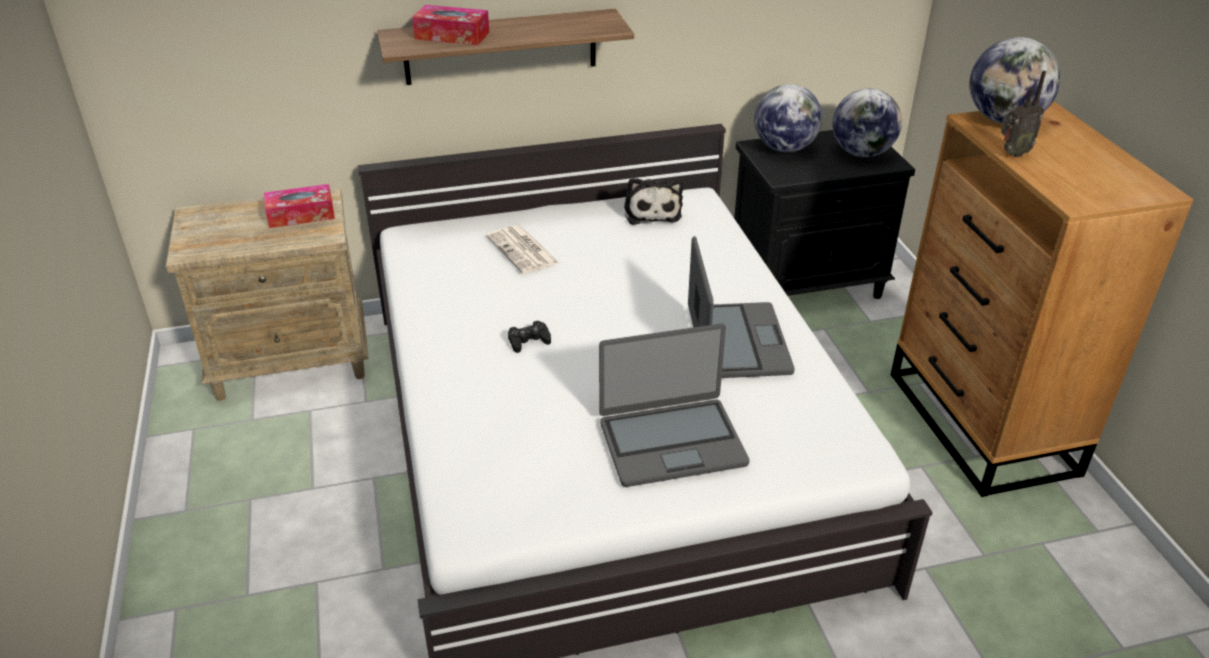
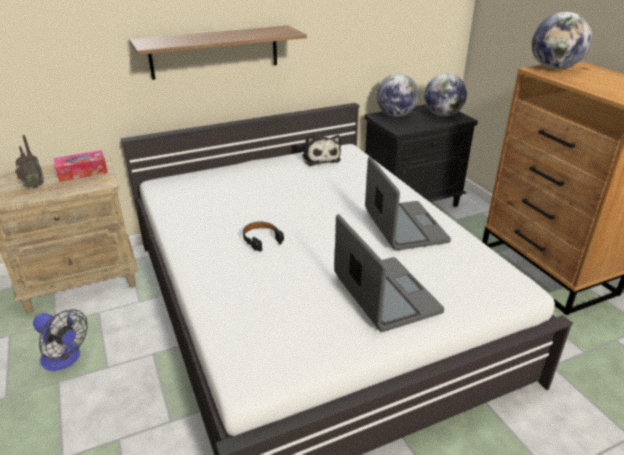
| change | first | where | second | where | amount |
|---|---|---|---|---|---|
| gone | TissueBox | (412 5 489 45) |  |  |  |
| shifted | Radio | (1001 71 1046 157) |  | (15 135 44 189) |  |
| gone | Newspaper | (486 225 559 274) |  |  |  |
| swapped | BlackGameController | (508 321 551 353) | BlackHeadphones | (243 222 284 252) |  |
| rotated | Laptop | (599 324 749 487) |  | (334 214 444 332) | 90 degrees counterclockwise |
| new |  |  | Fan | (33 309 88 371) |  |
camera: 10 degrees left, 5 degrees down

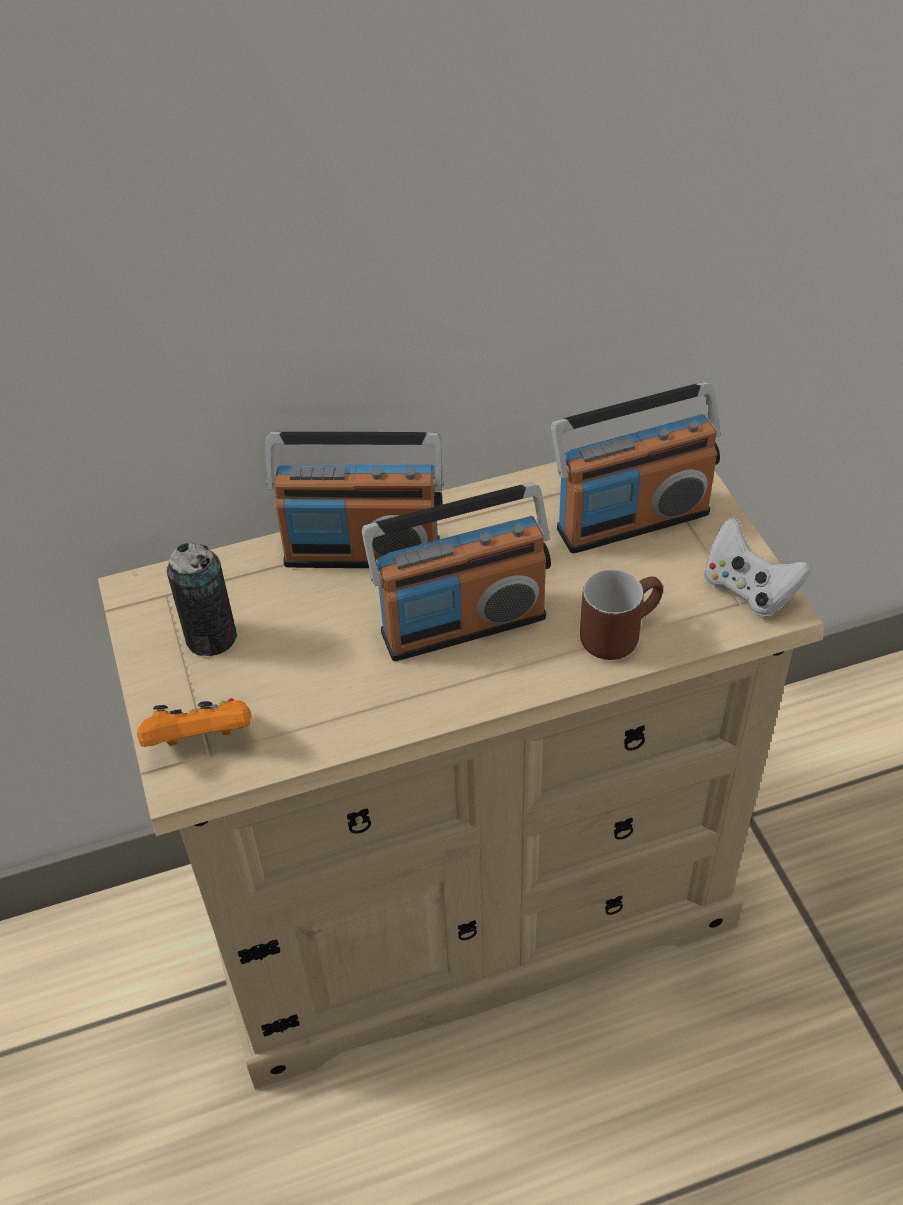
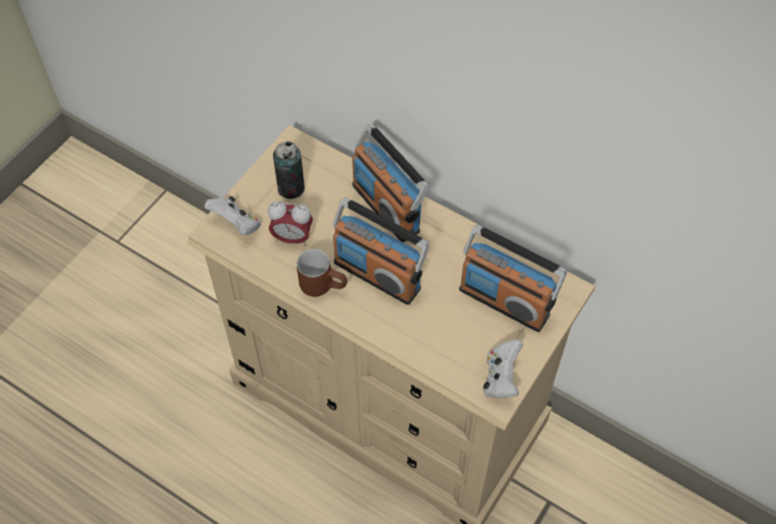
| change | first | where | second | where | amount |
|---|---|---|---|---|---|
| shifted | BrownMug | (580 569 663 660) |  | (297 249 347 297) |  |
| repainted | OrangeGameController | (137 698 251 747) | WhiteGameController | (204 196 261 235) |  |
| new |  |  | AlarmClock | (268 202 313 246) |  |
camera: 50 degrees right, 10 degrees up

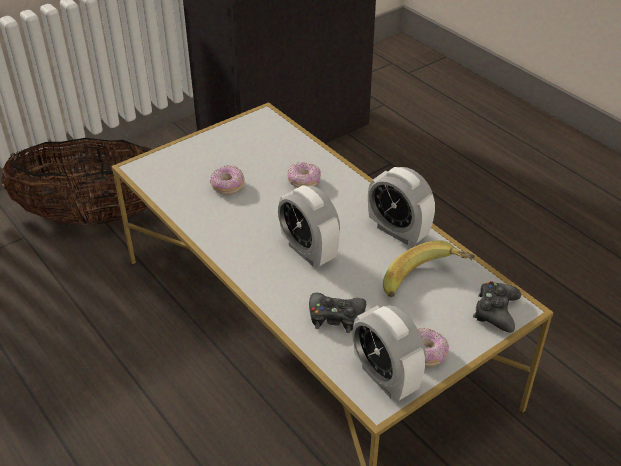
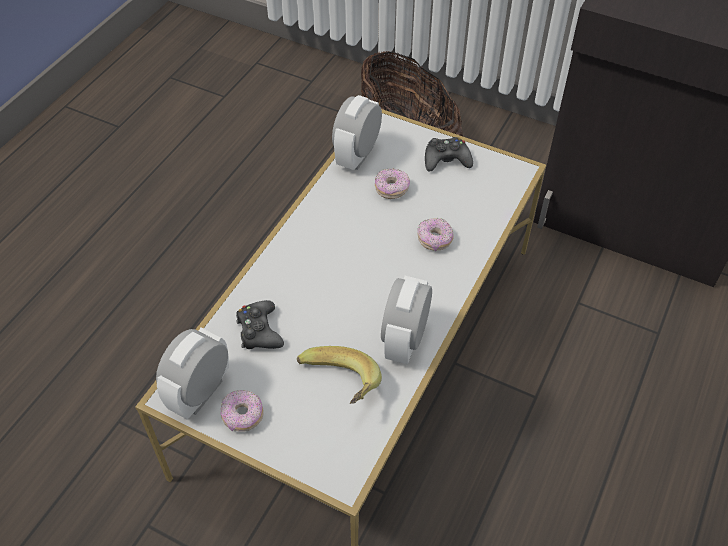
| change | first | where | second | where | amount |
|---|---|---|---|---|---|
| shifted | AlarmClock | (278 185 340 267) |  | (332 95 382 170) |  |
| shifted | BlackGameController | (473 281 521 333) |  | (425 137 473 171) |  |
camera: 65 degrees right, 10 degrees up

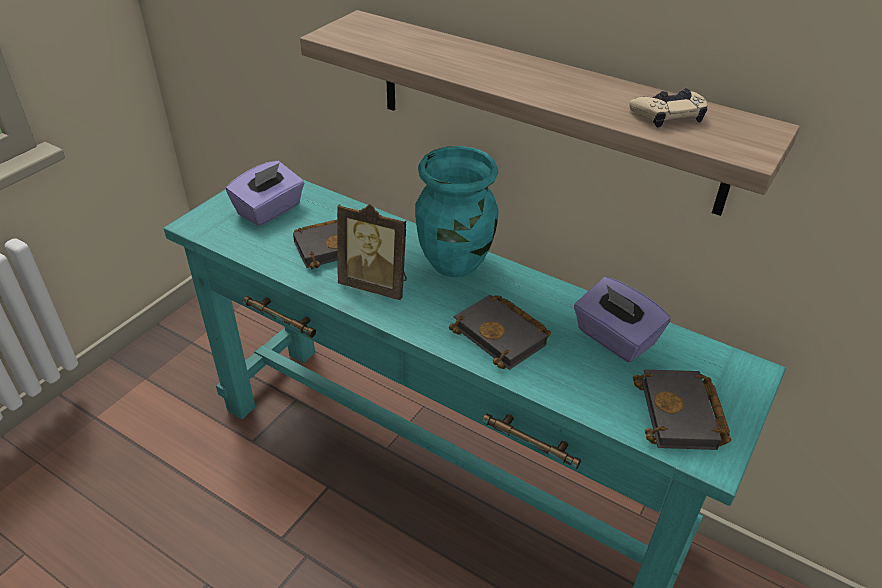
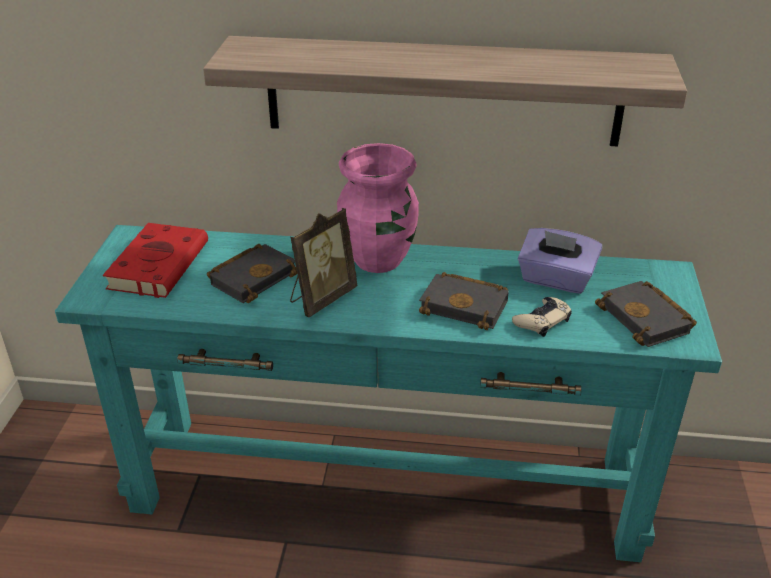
| change | first | where | second | where | amount |
|---|---|---|---|---|---|
| shifted | BeigeGameController | (629 88 707 128) |  | (512 297 572 337) |  |
| repainted | TurquoiseVase | (415 146 499 277) | PinkVase | (337 143 419 273) |  |
| swapped | PurpleTissueBox | (226 161 304 226) | RedBook | (103 223 208 298) |  |
| rotated | PictureFrame | (337 204 407 300) |  | (290 208 357 317) | 45 degrees counterclockwise |
camera: 25 degrees left, 5 degrees down

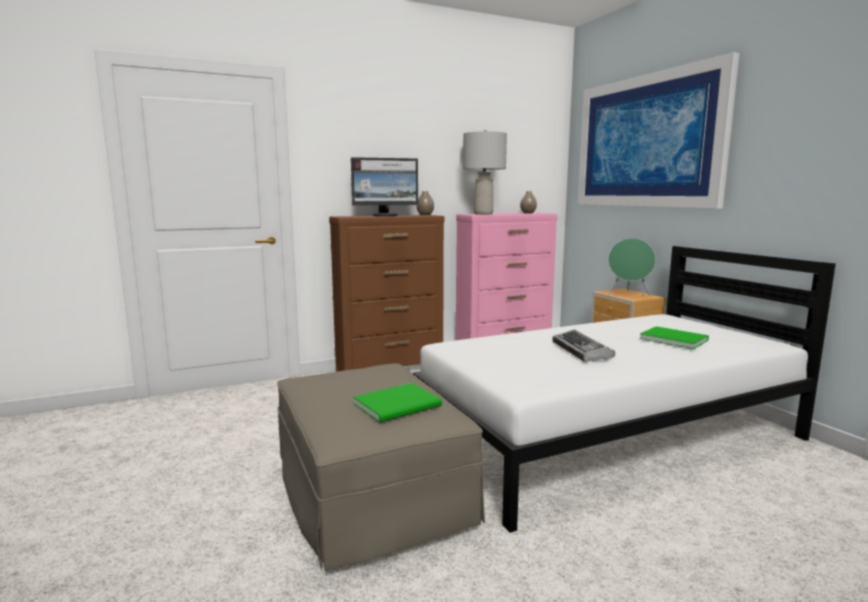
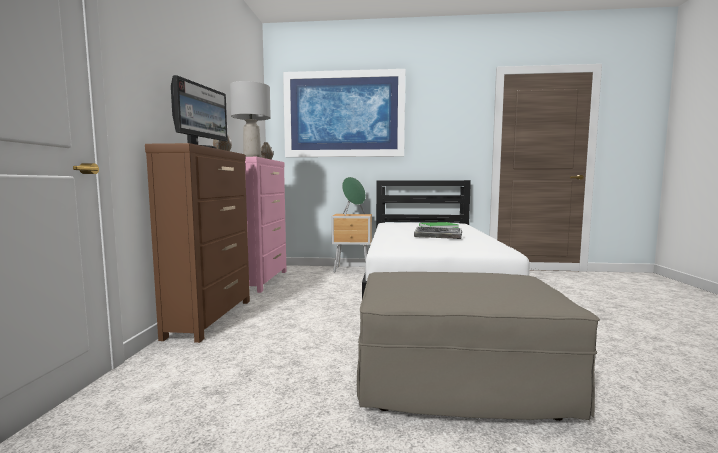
| change | first | where | second | where | amount |
|---|---|---|---|---|---|
| gone | GreenBook | (353 383 442 423) |  |  |  |
camera: 60 degrees left, 5 degrees down

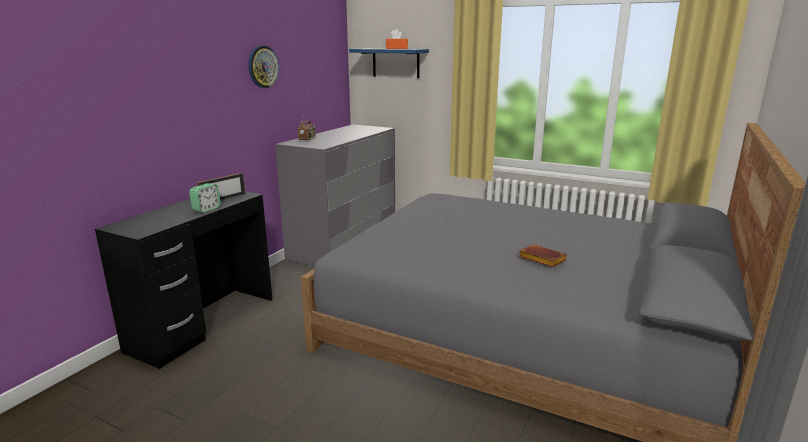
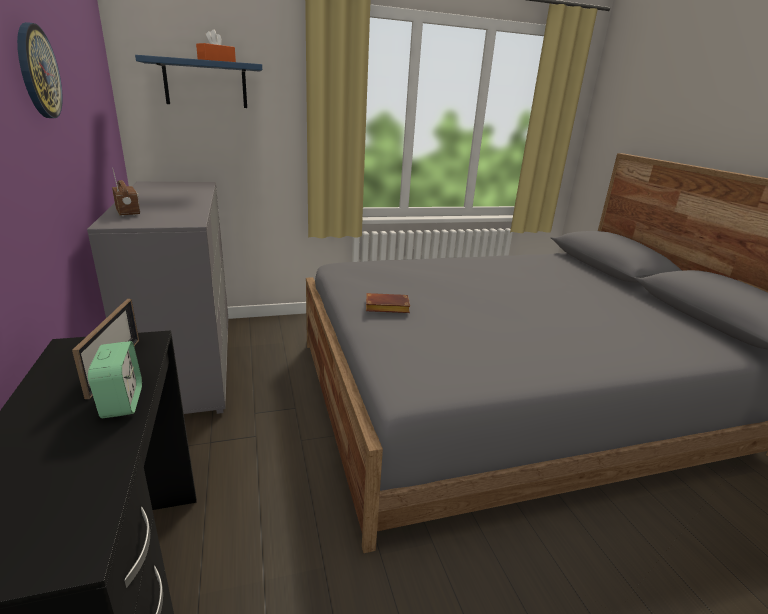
| change | first | where | second | where | amount |
|---|---|---|---|---|---|
| shifted | BrownBook | (518 244 567 267) |  | (366 293 410 313) |  |
camera: 45 degrees left, 5 degrees up

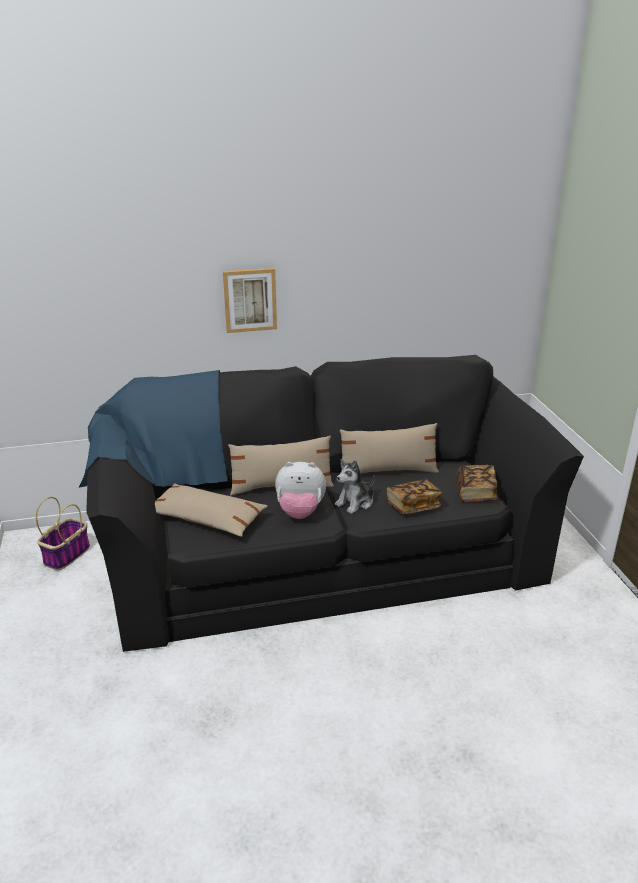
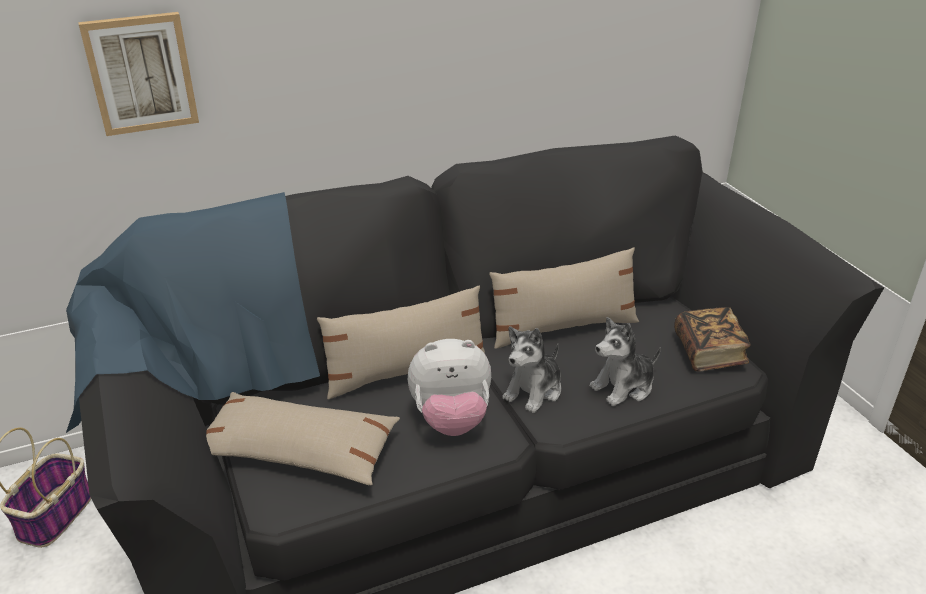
| change | first | where | second | where | amount |
|---|---|---|---|---|---|
| shifted | Picture | (223 268 277 333) |  | (78 12 199 136) |  |
| swapped | Book | (386 479 442 514) | PlushToy | (590 317 661 406) |  |
camera: 10 degrees left, 5 degrees up

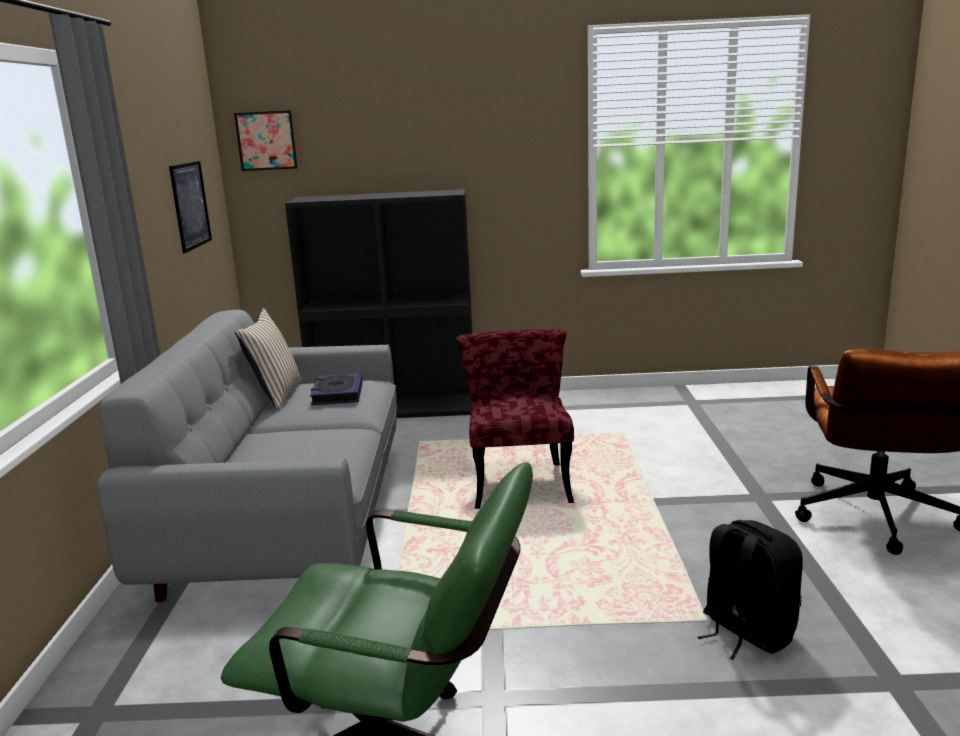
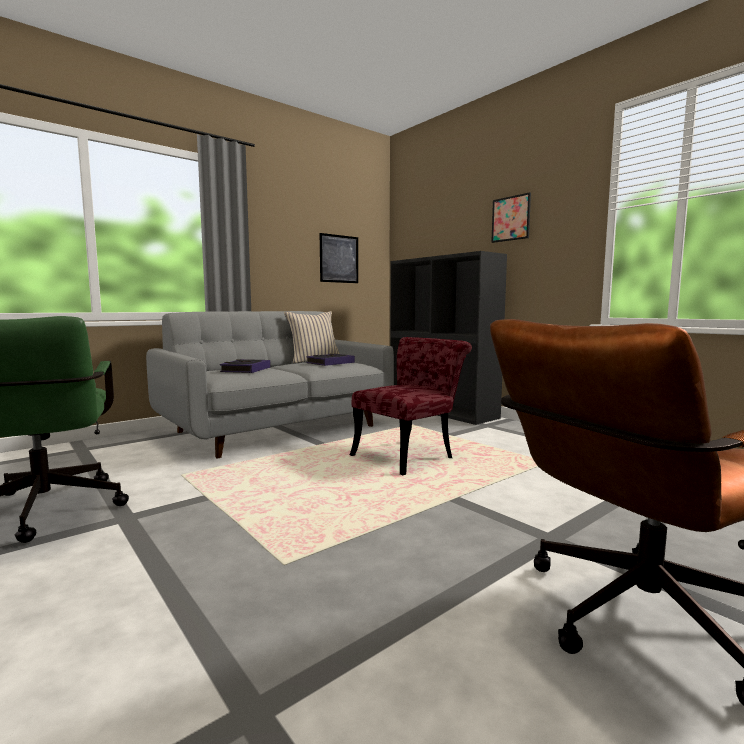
| change | first | where | second | where | amount |
|---|---|---|---|---|---|
| shifted | Picture | (234 110 298 171) |  | (491 192 531 243) |  |
| gone | BlackBackpack | (697 520 803 660) |  |  |  |
| new |  |  | Book | (220 359 271 373) |  |
camera: 50 degrees right, 10 degrees down

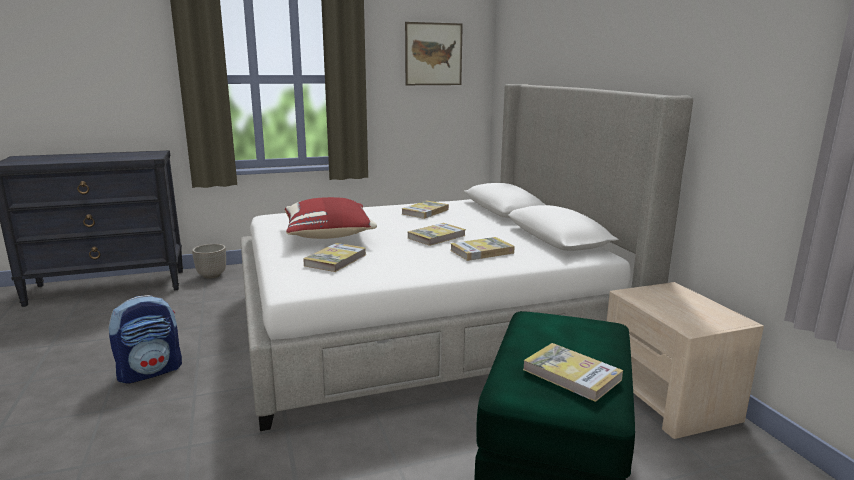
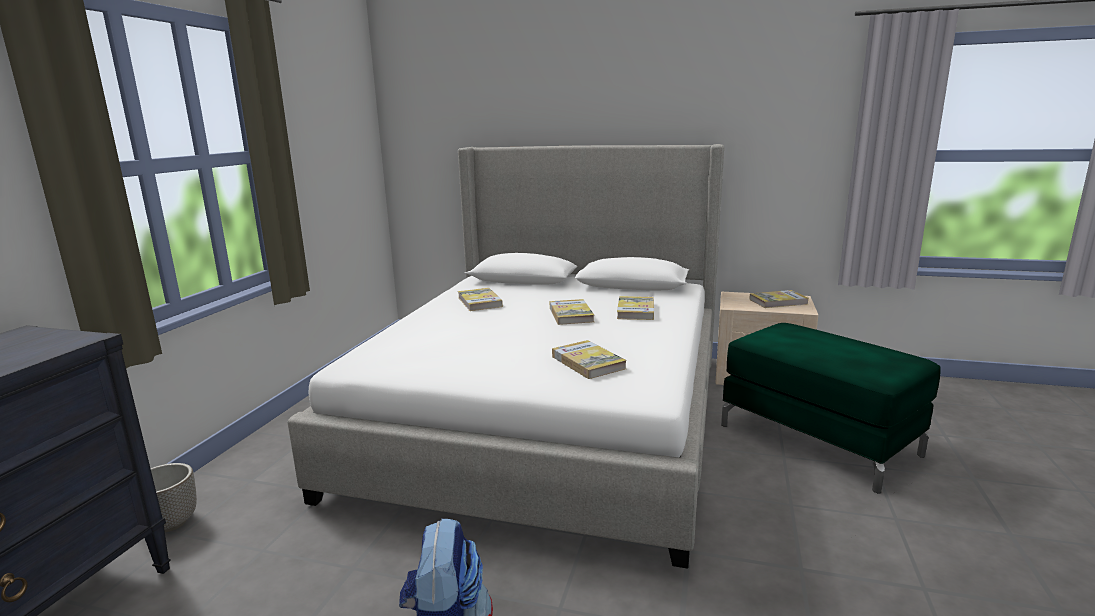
| change | first | where | second | where | amount |
|---|---|---|---|---|---|
| gone | Picture | (405 22 463 85) |  |  |  |
| gone | RedPillow | (285 197 377 239) |  |  |  |
| shifted | Book | (523 343 623 402) |  | (749 290 808 308) |  |
camera: 55 degrees left, 0 degrees up

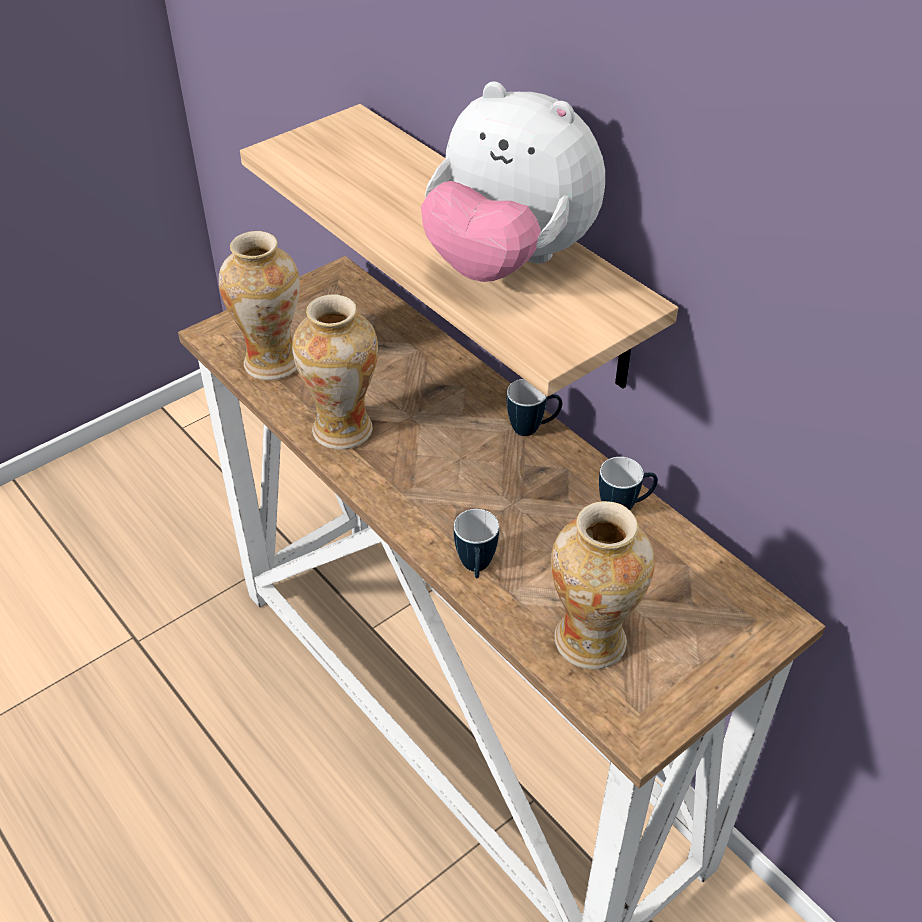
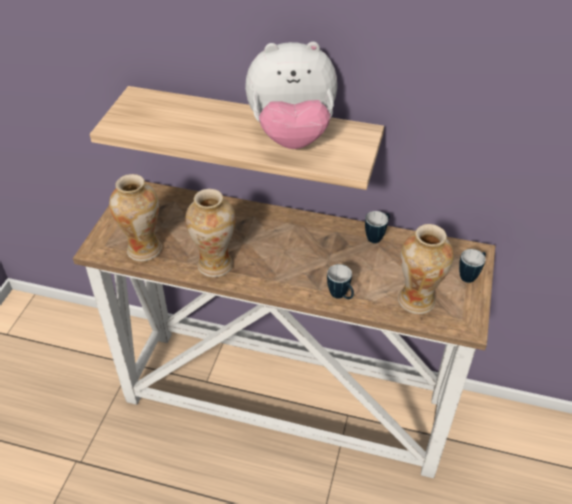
| change | first | where | second | where | amount |
|---|---|---|---|---|---|
| shifted | Mug | (507 379 562 436) |  | (459 249 486 283) |  |
camera: 35 degrees left, 0 degrees up

